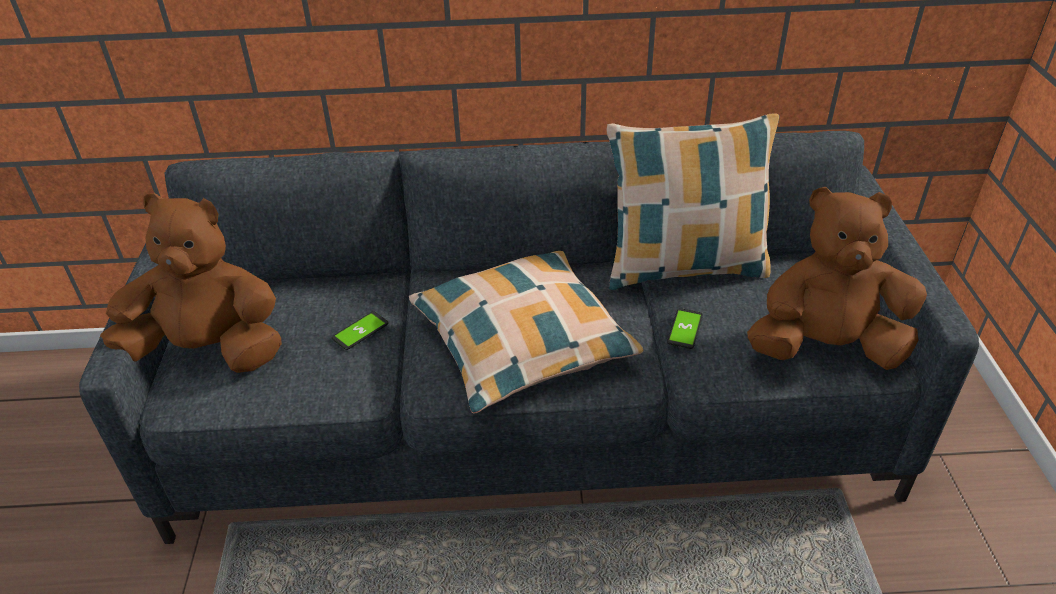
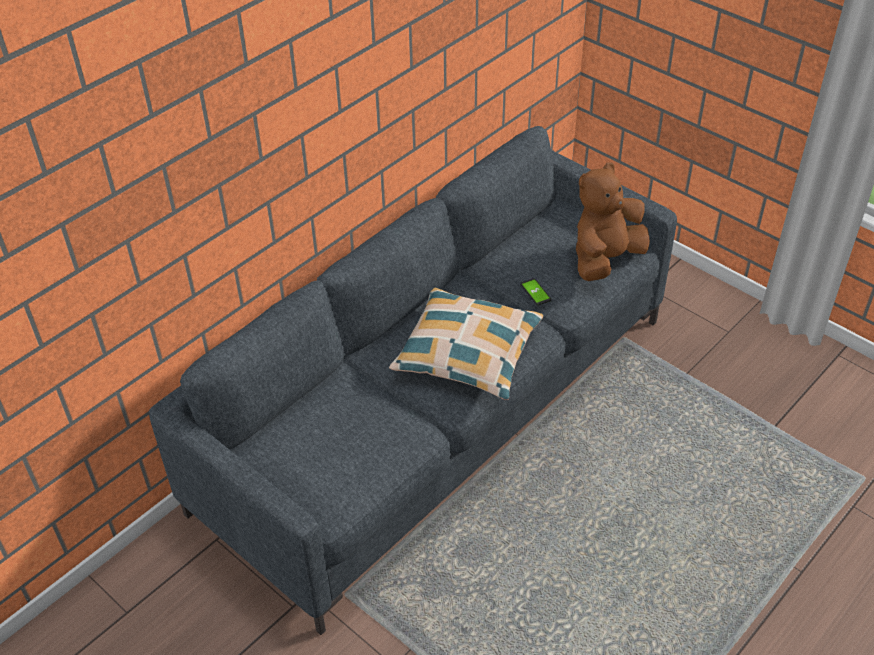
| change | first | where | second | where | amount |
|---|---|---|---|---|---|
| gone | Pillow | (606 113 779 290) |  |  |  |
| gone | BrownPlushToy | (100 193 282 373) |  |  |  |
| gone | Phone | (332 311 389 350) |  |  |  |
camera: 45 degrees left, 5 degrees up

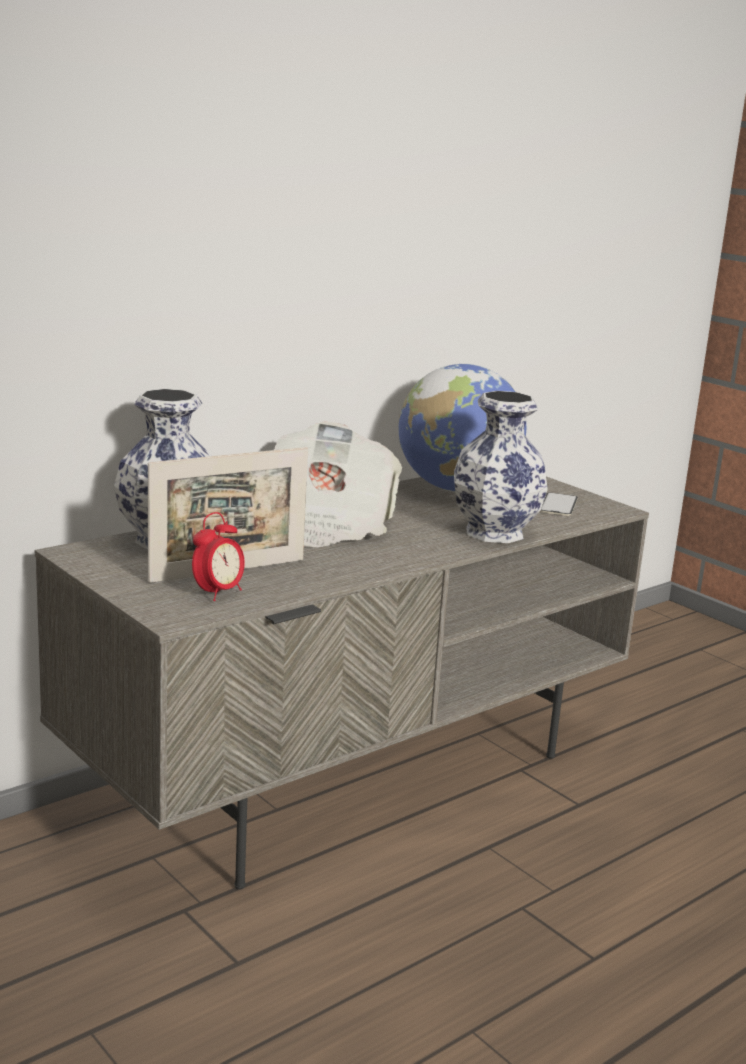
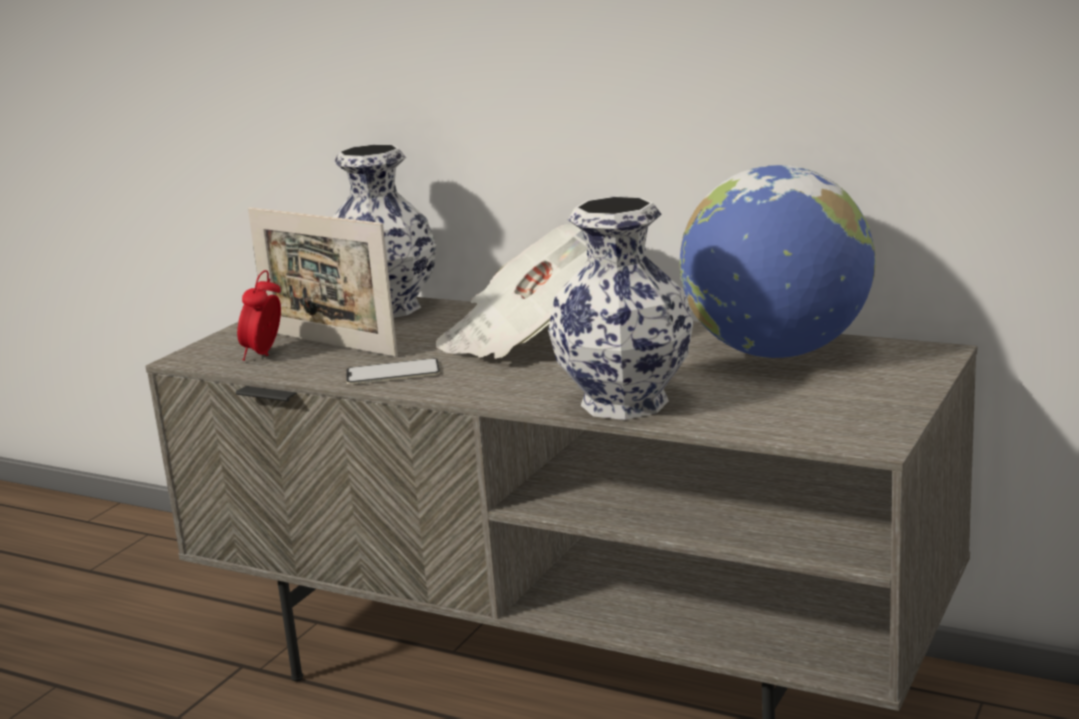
| change | first | where | second | where | amount |
|---|---|---|---|---|---|
| shifted | Phone | (540 492 578 516) |  | (346 358 440 385) |  |
| rotated | AlarmClock | (192 512 245 601) |  | (237 270 281 361) | 90 degrees clockwise |
camera: 70 degrees right, 0 degrees up

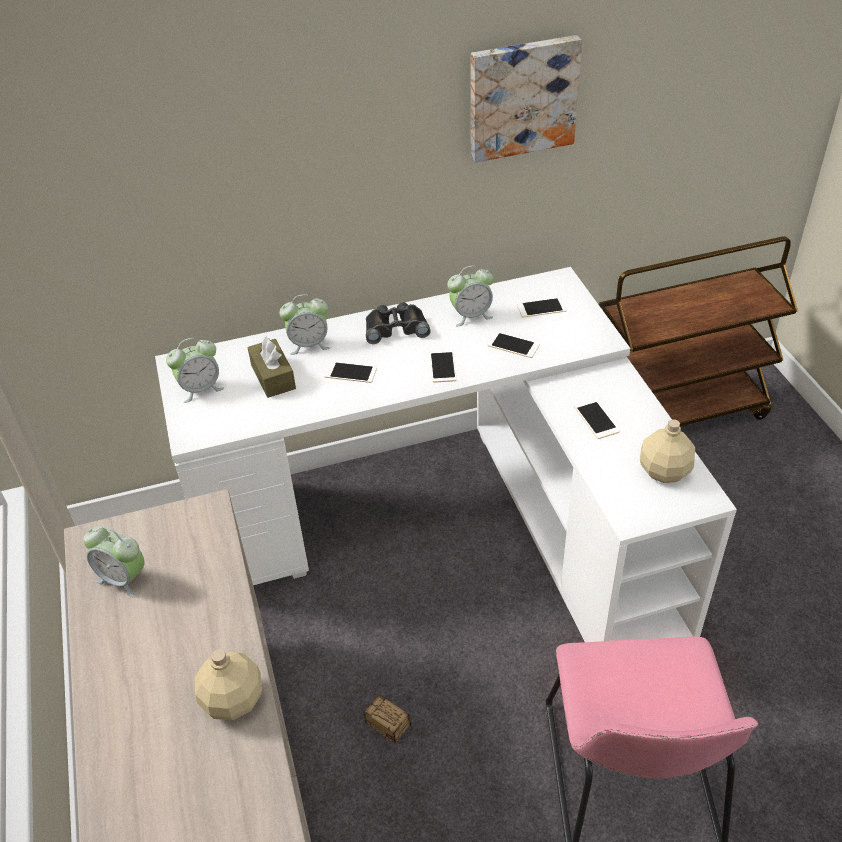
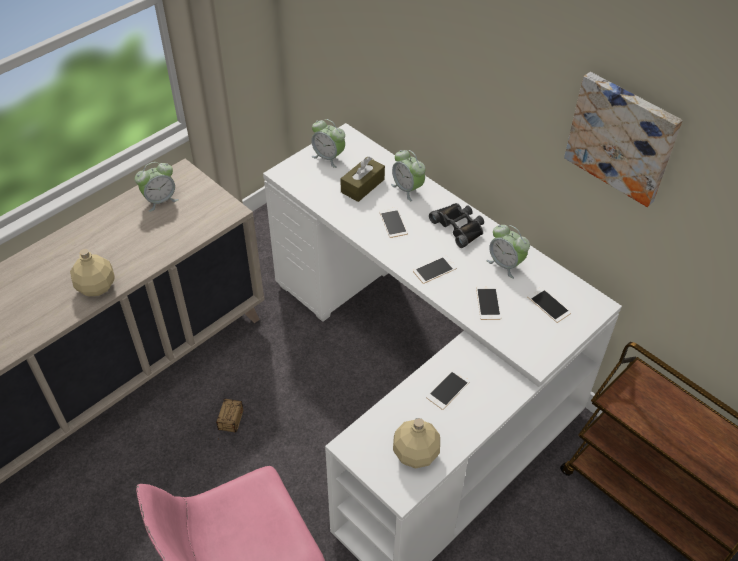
| change | first | where | second | where | amount |
|---|---|---|---|---|---|
| rotated | AlarmClock | (83 526 145 598) |  | (135 162 179 212) | 120 degrees counterclockwise |
camera: 60 degrees right, 5 degrees up

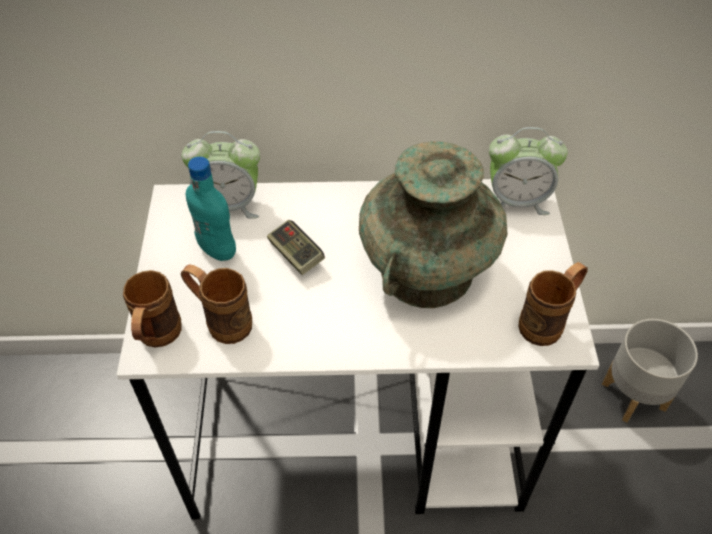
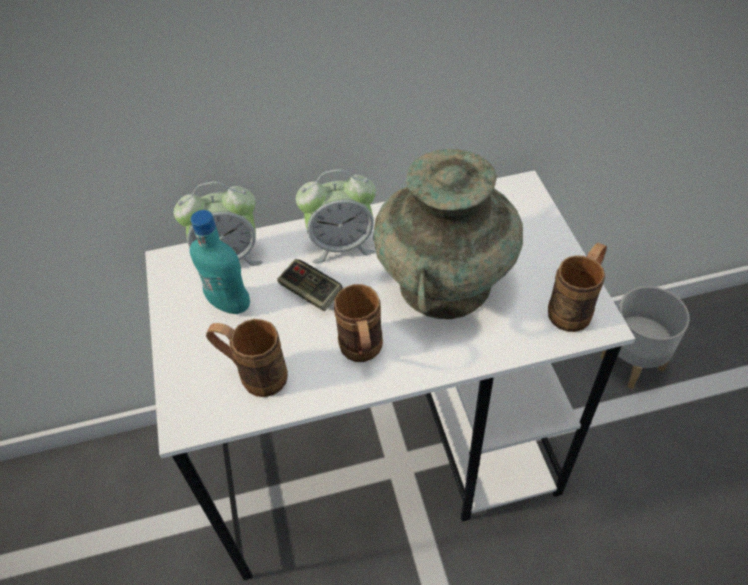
| change | first | where | second | where | amount |
|---|---|---|---|---|---|
| shifted | AlarmClock | (489 127 568 215) |  | (296 170 376 263) |  |
| shifted | BrownMug | (123 270 182 347) |  | (334 284 383 362) |  |
camera: 10 degrees left, 0 degrees up

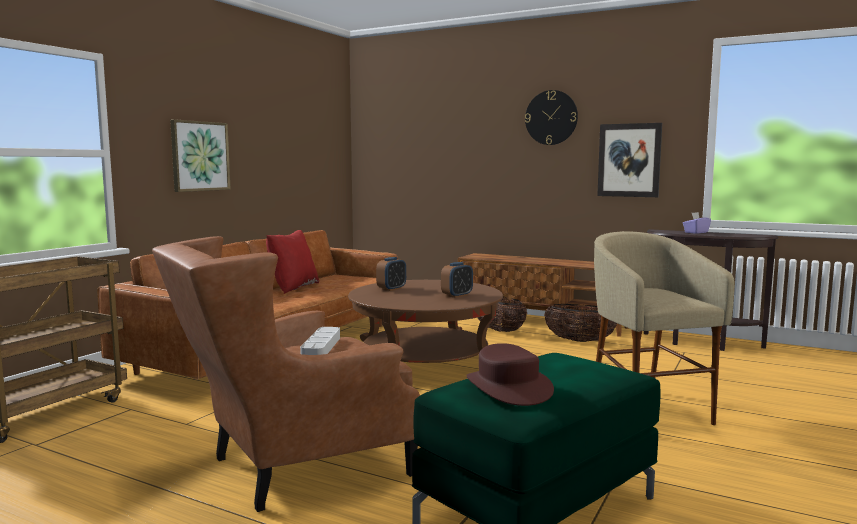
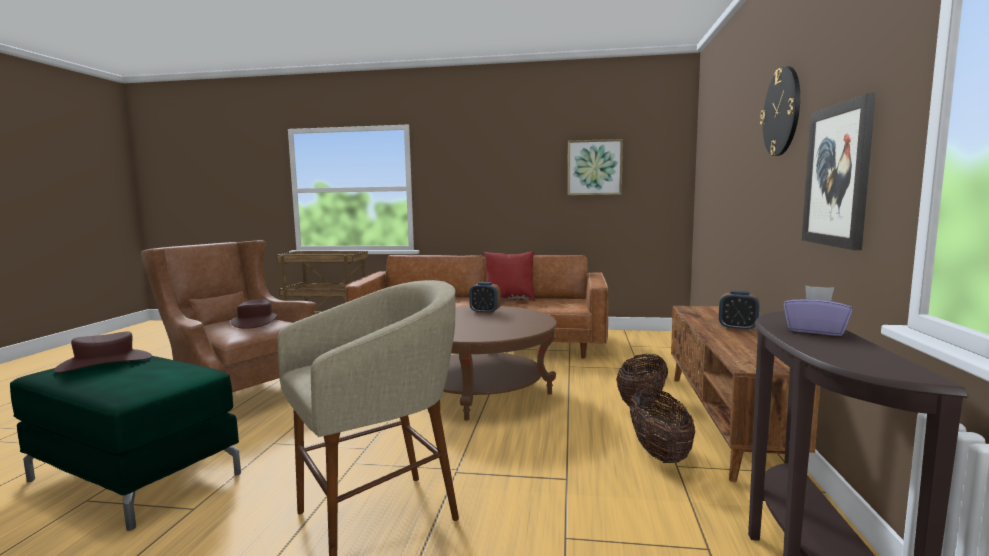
| change | first | where | second | where | amount |
|---|---|---|---|---|---|
| shifted | Picture | (170 119 231 192) |  | (567 139 623 195) |  |
| shifted | AlarmClock | (441 262 473 298) |  | (719 291 759 331) |  |
| swapped | GreyTray | (300 327 340 355) | BrownHat | (231 299 279 329) |  |
camera: 70 degrees right, 0 degrees up

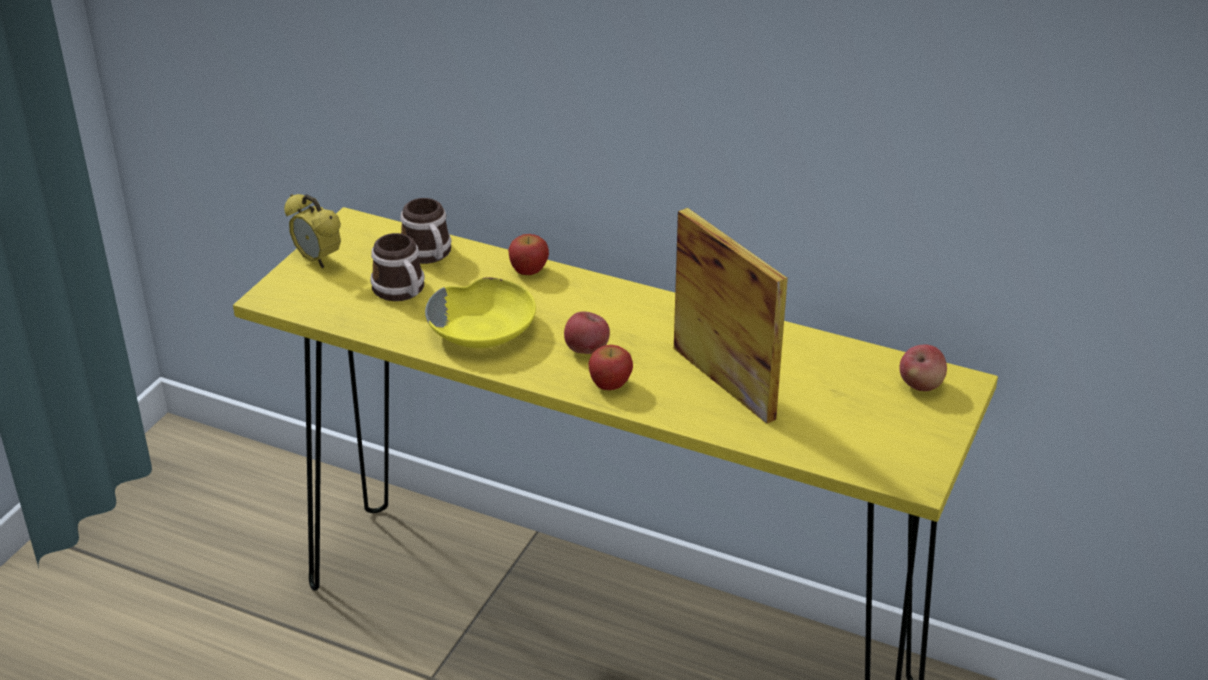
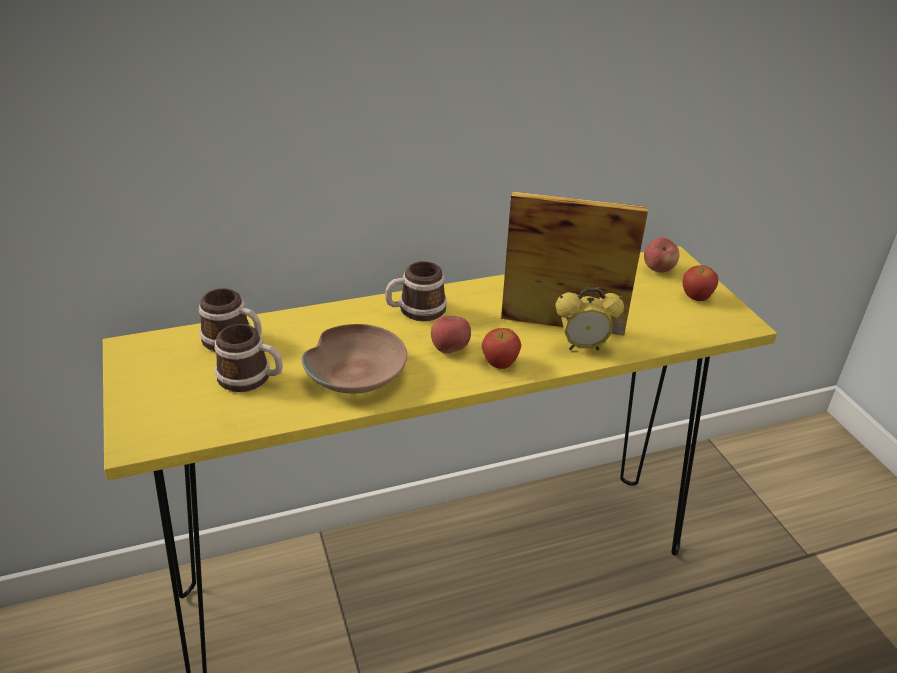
| change | first | where | second | where | amount |
|---|---|---|---|---|---|
| shifted | AlarmClock | (284 194 341 268) |  | (555 287 624 351) |  |
| shifted | Apple | (508 234 549 275) |  | (683 265 718 301) |  |
| repainted | YellowBowl | (425 277 536 348) | BrownBowl | (302 324 407 394) |  |
| new |  |  | Mug | (385 261 447 321) |  |
camera: 45 degrees left, 0 degrees up

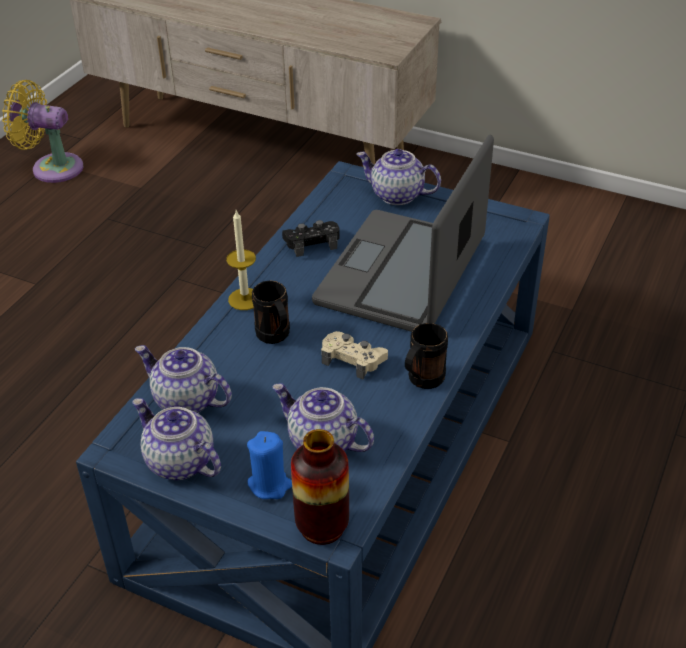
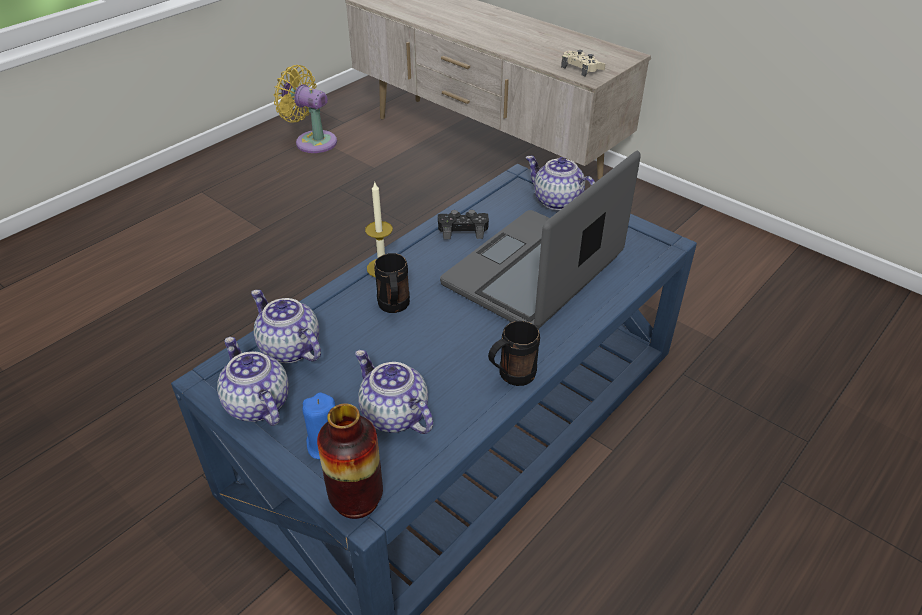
| change | first | where | second | where | amount |
|---|---|---|---|---|---|
| shifted | BeigeGameController | (321 331 388 380) |  | (561 50 605 77) |  |
camera: 15 degrees right, 0 degrees up

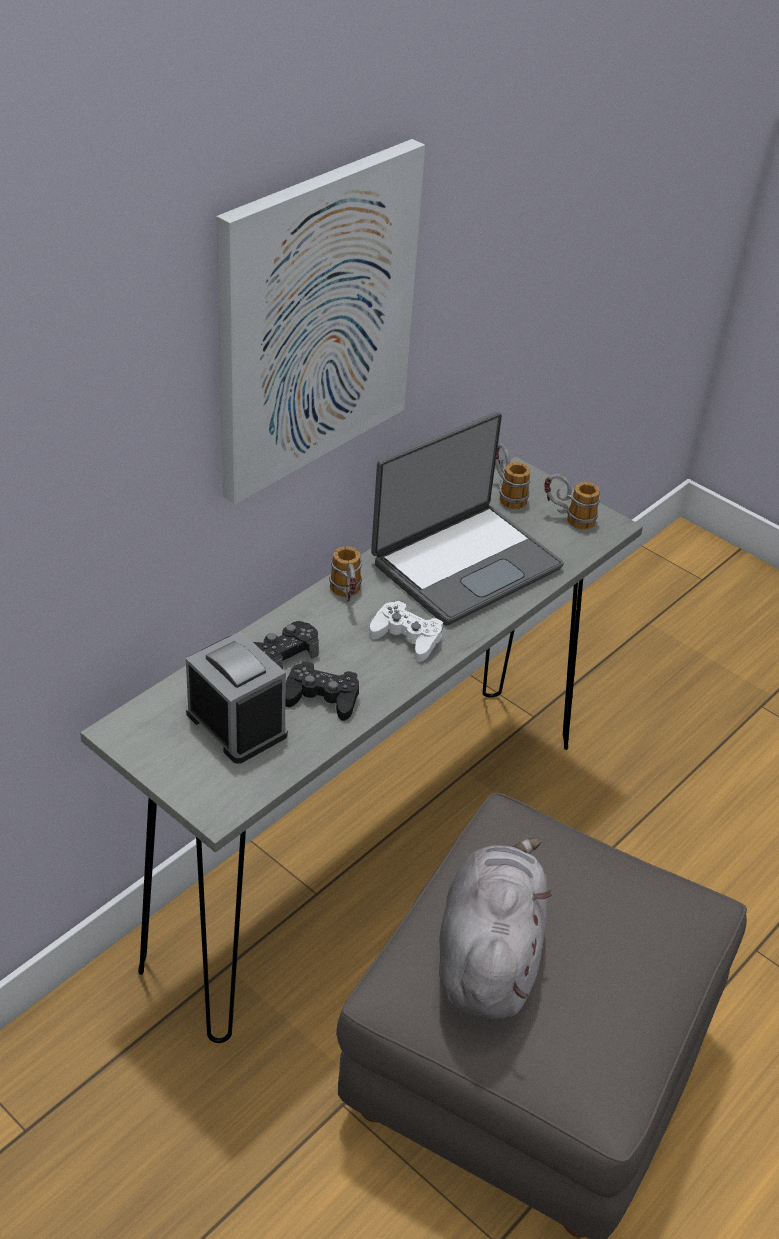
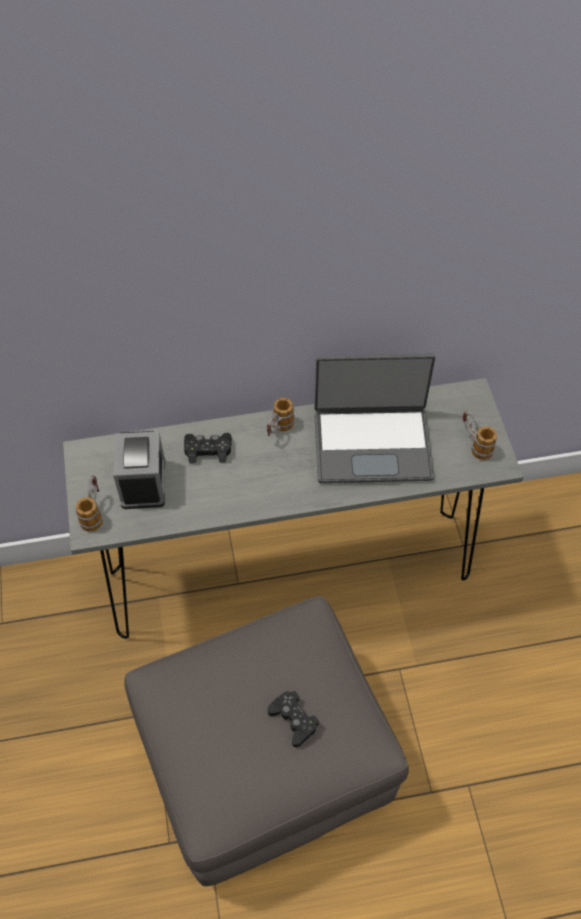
| change | first | where | second | where | amount |
|---|---|---|---|---|---|
| gone | Picture | (216 139 425 504) |  |  |  |
| shifted | Mug | (495 443 531 509) |  | (75 476 103 532) |  |
| gone | WhiteGameController | (369 601 443 662) |  |  |  |
| shifted | BlackGameController | (285 661 359 721) |  | (268 691 319 747) |  |
| gone | GreyPlushToy | (439 837 552 1020) |  |  |  |
camera: 40 degrees right, 15 degrees up

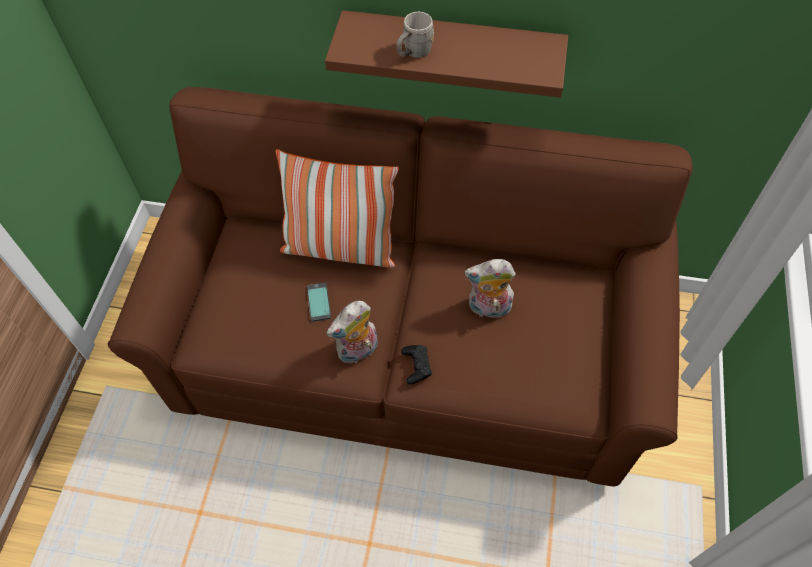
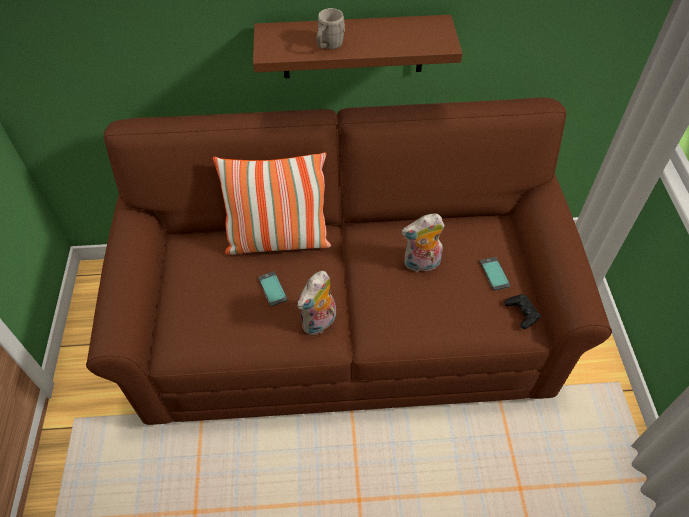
| change | first | where | second | where | amount |
|---|---|---|---|---|---|
| shifted | BlackGameController | (401 345 432 384) |  | (505 294 540 329) |  |
| new |  |  | Phone | (480 257 510 291) |  |
camera: 15 degrees left, 5 degrees down

